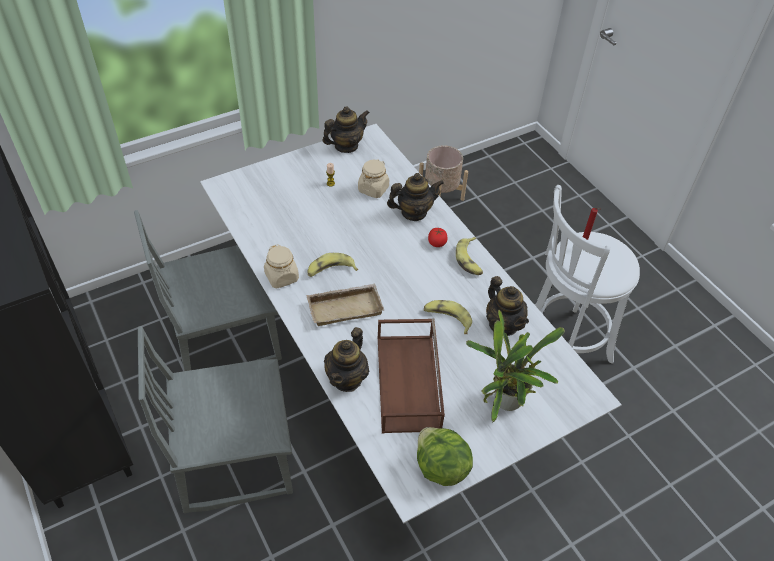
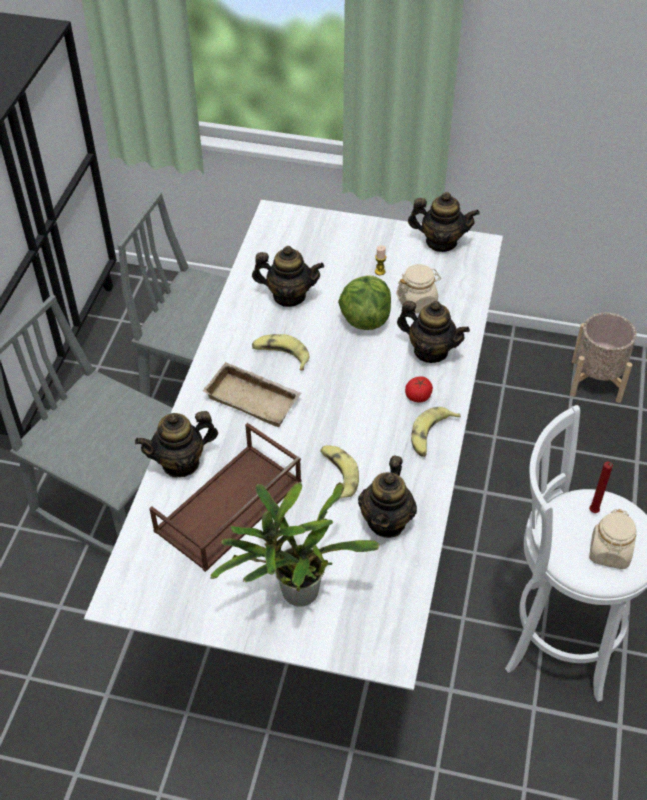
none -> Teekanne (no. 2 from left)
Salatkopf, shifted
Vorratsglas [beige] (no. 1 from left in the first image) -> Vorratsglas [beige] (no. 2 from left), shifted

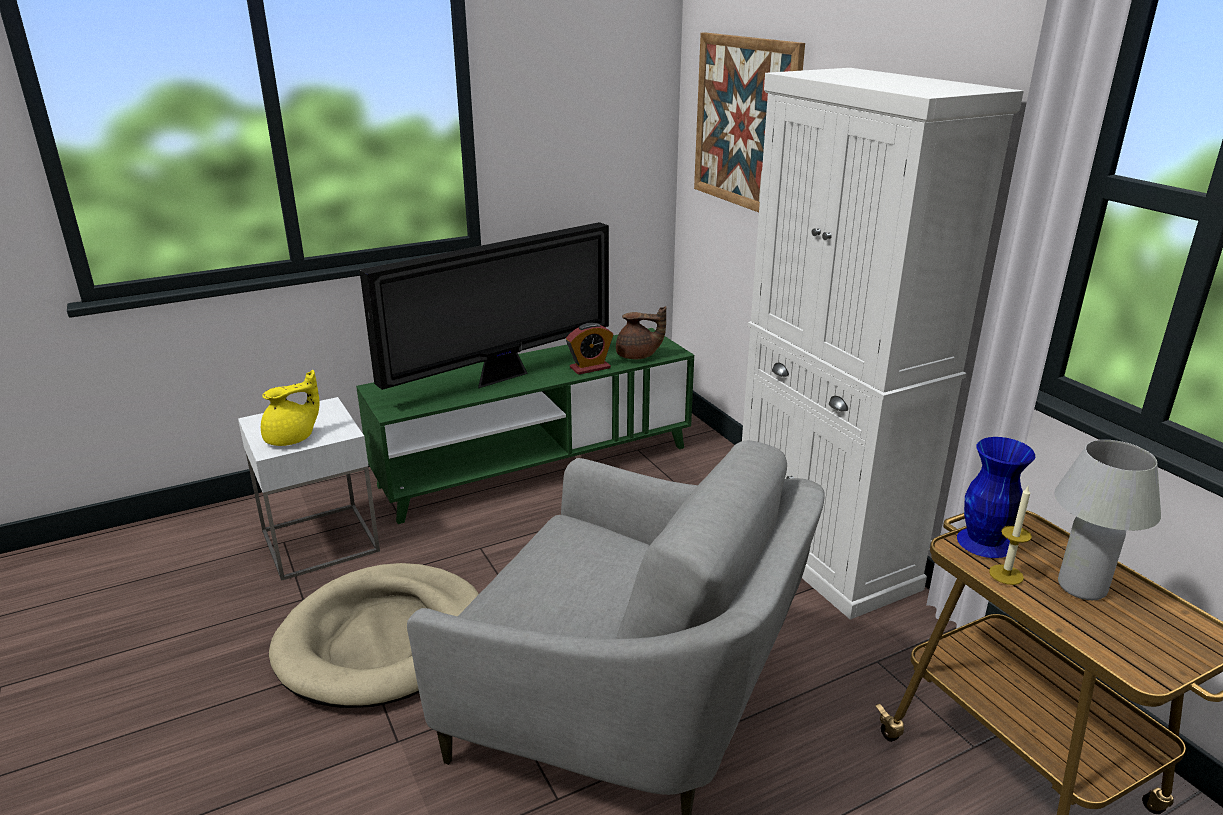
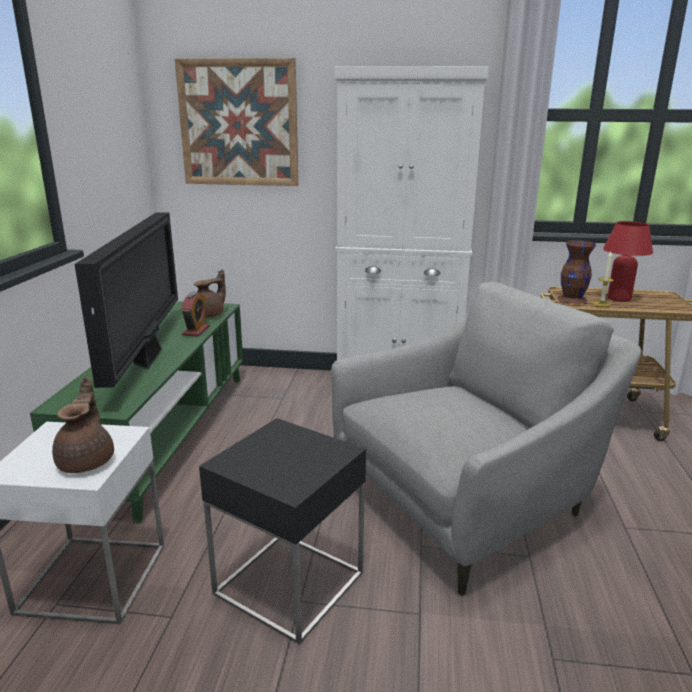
Teekanne [gelb] -> Teekanne [braun] (no. 1 from left)
Hundebett [beige] -> Beistelltisch [schwarz]
Vase [blau] -> Vase [braun]
Tischlampe [weiß] -> Tischlampe [rot]

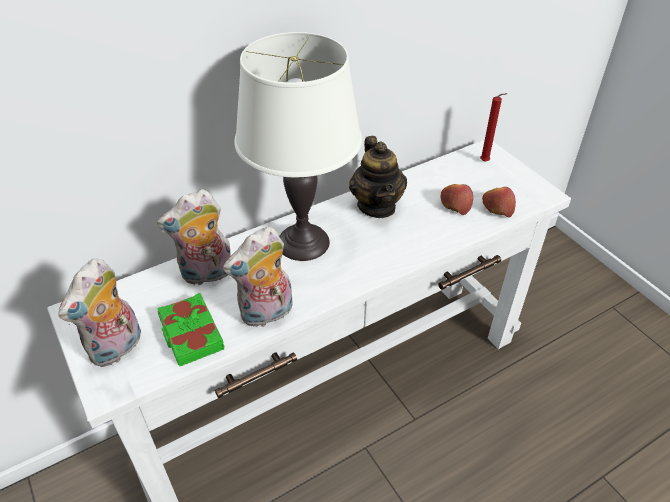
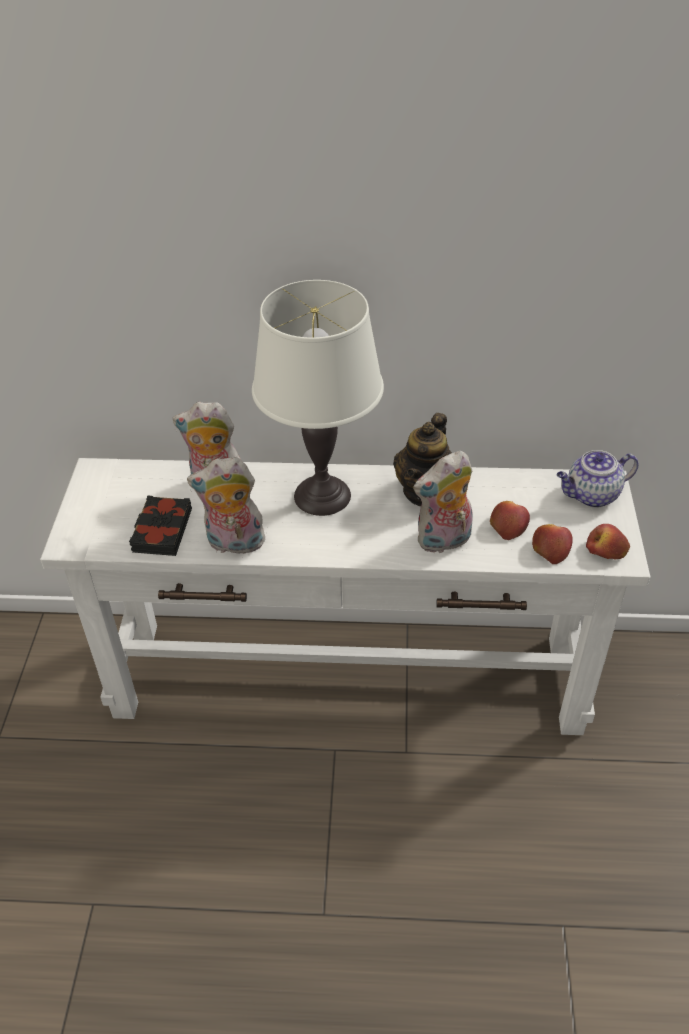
Buch [grün] -> Buch [schwarz]
Plüschtier (no. 1 from left in the first image) -> Plüschtier (no. 3 from left), shifted
Kerze [rot] -> Teekanne (no. 2 from left)
none -> Apfel (no. 3 from left)

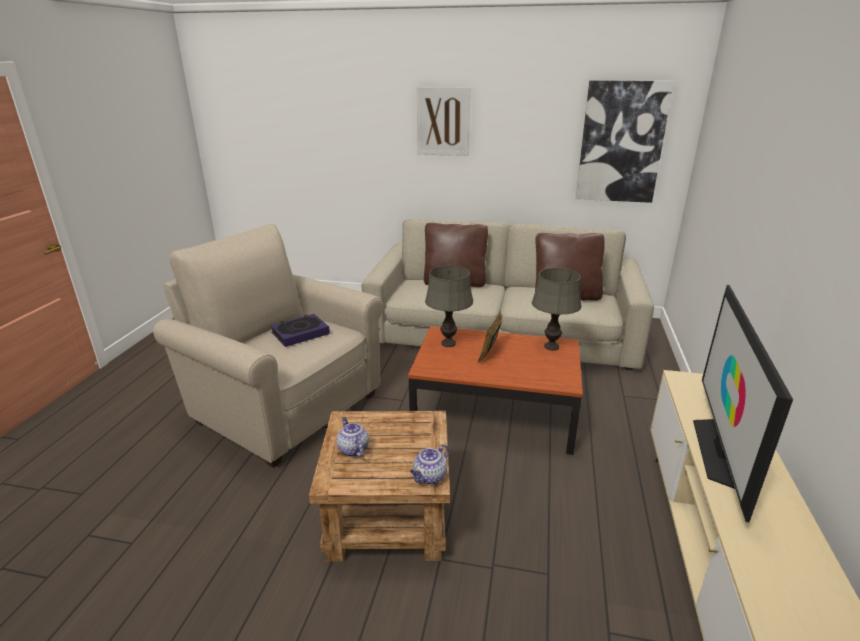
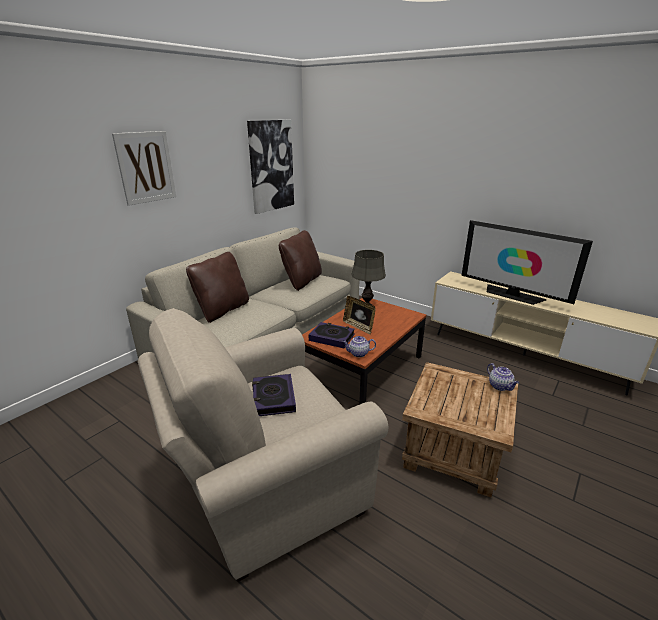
Tischlampe [grau] (no. 1 from left) -> Buch (no. 2 from left)
Teekanne (no. 1 from left), shifted

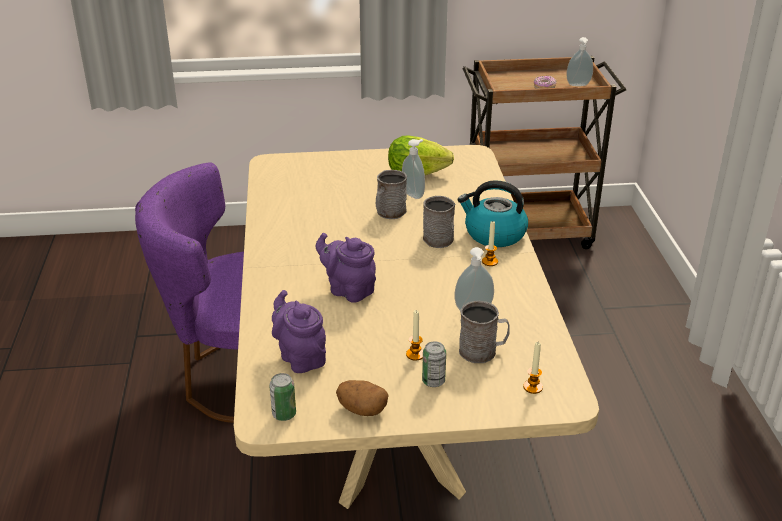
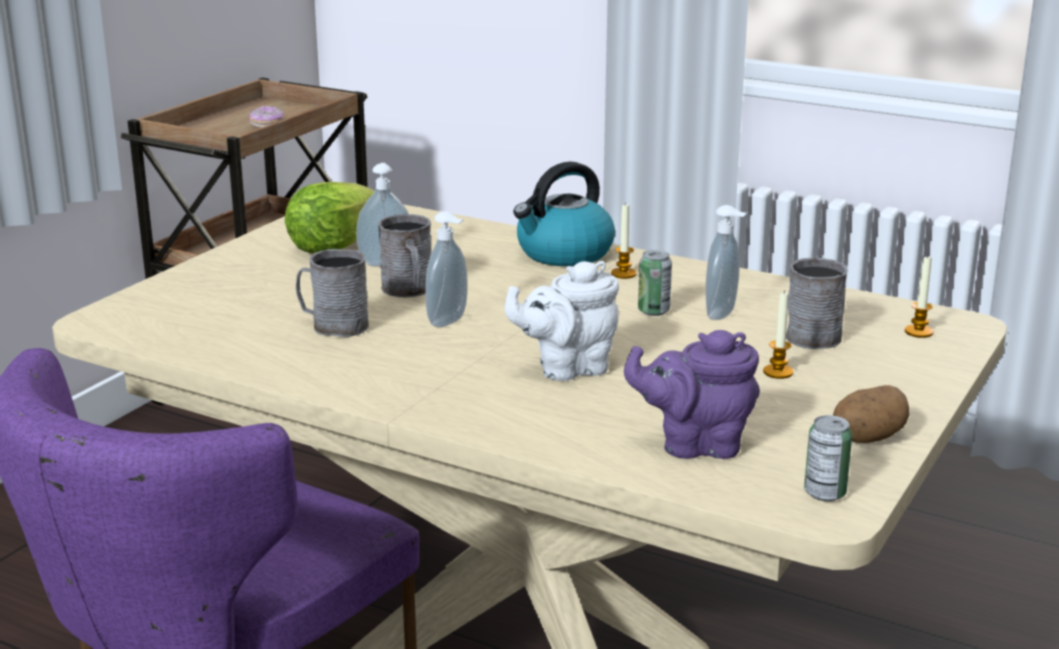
Henkelbecher [grau] (no. 2 from left in the first image) -> Henkelbecher [grau] (no. 1 from left), shifted
Seifenspender (no. 3 from left in the first image) -> Seifenspender (no. 2 from left), shifted
Teekanne [lila] (no. 2 from left) -> Teekanne [weiß]
Dose (no. 2 from left in the first image) -> Dose (no. 1 from left), shifted

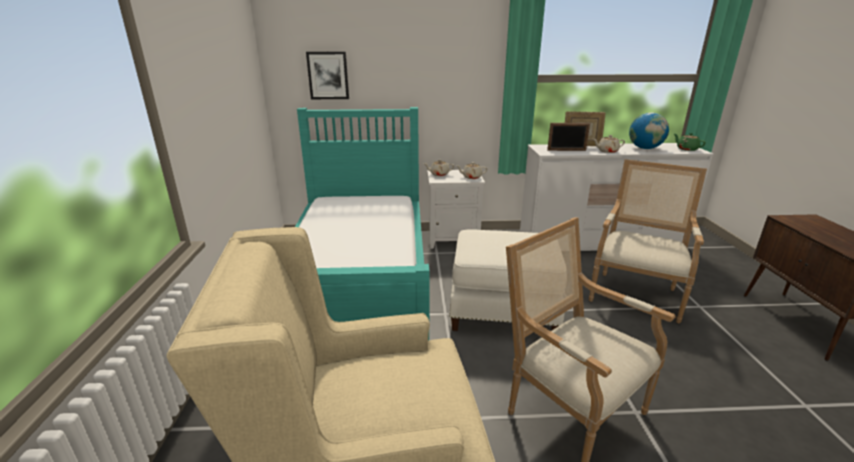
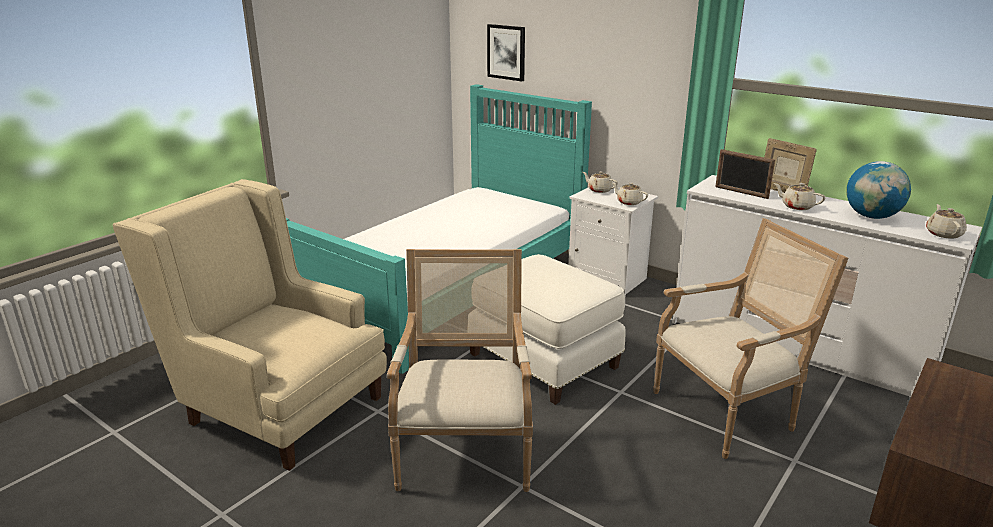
Teekanne [grün] -> Teekanne [beige] (no. 4 from left)

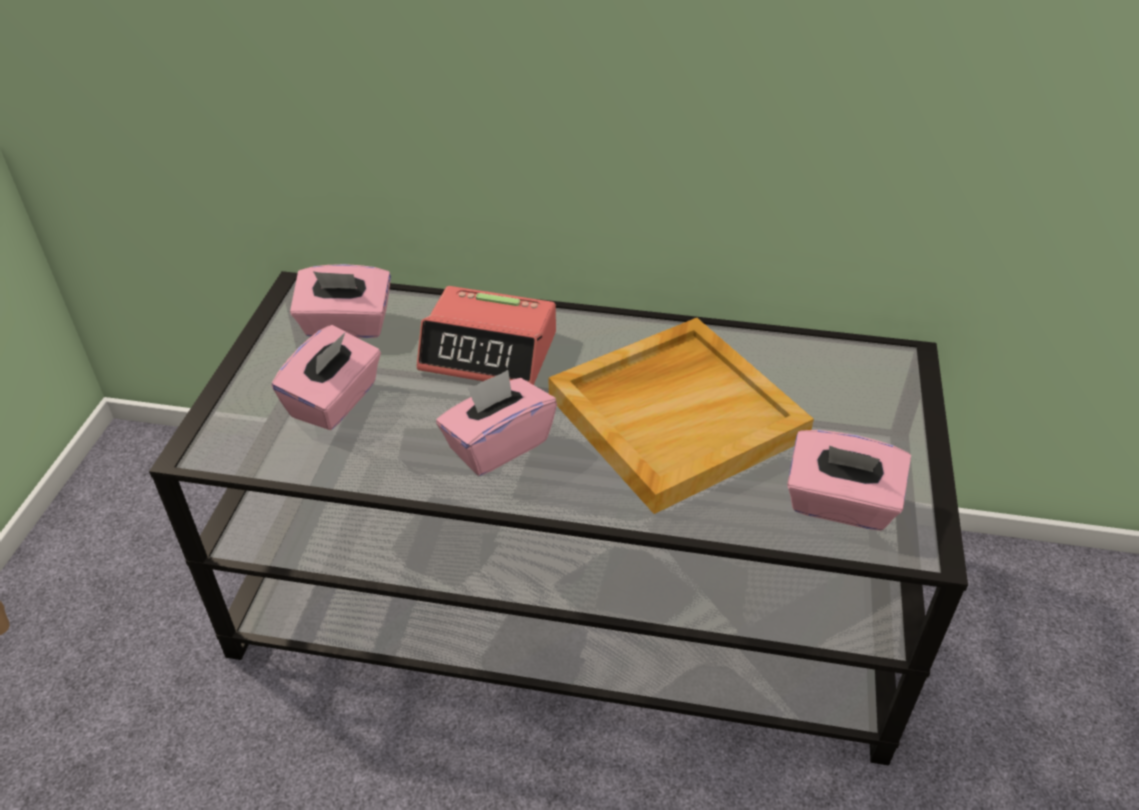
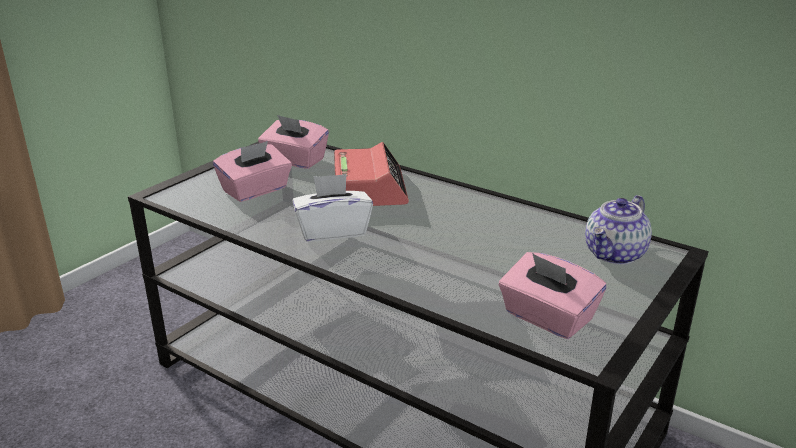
Taschentuchbox [rosa] (no. 3 from left) -> Taschentuchbox [weiß]
Wecker, 135 degrees counterclockwise
none -> Teekanne
Tablett [beige] -> none

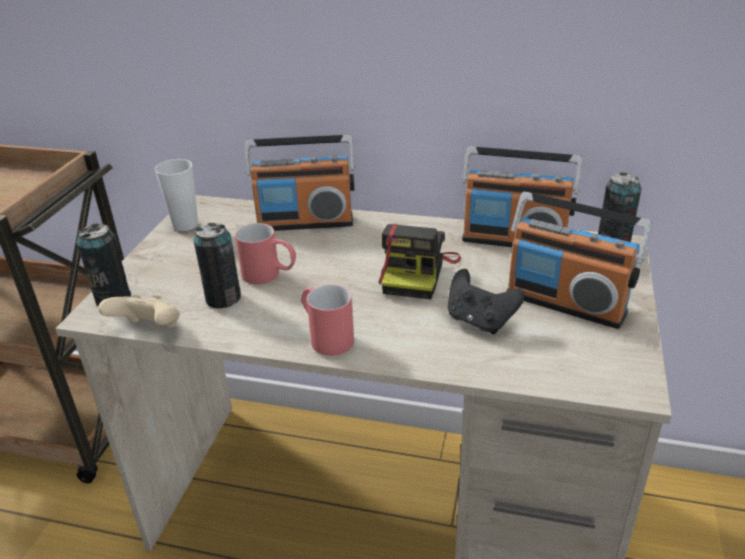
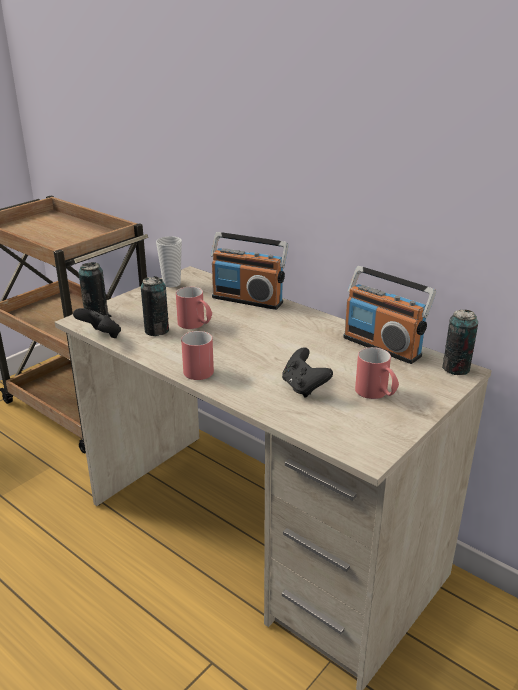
Gamepad [beige] -> Gamepad [schwarz] (no. 1 from left)
Radio (no. 3 from left) -> Henkelbecher [rot] (no. 3 from left)
Kamera -> none

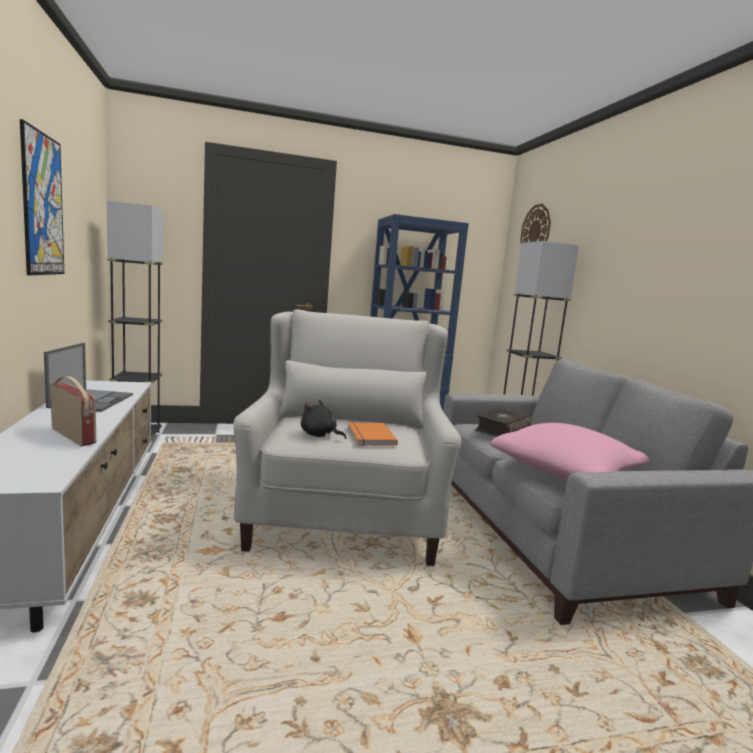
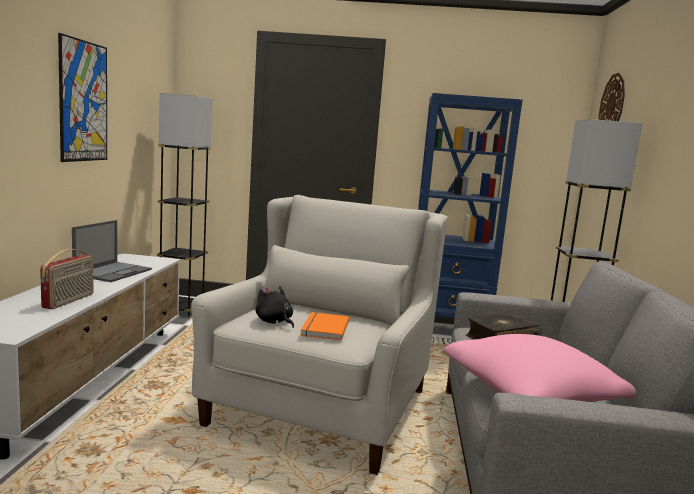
Radio, 45 degrees clockwise

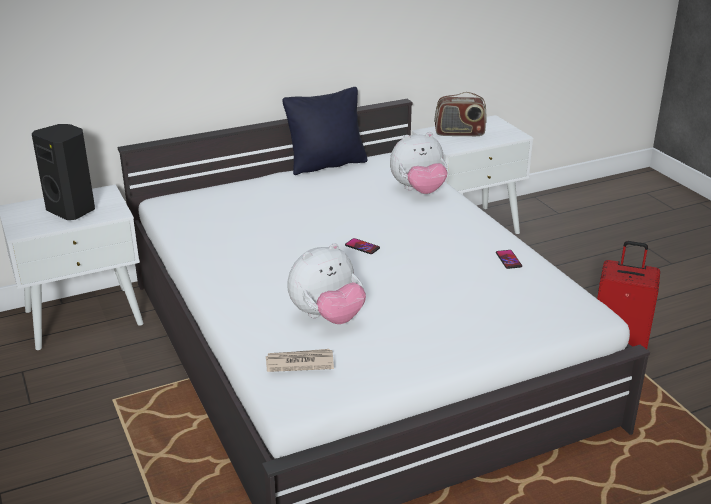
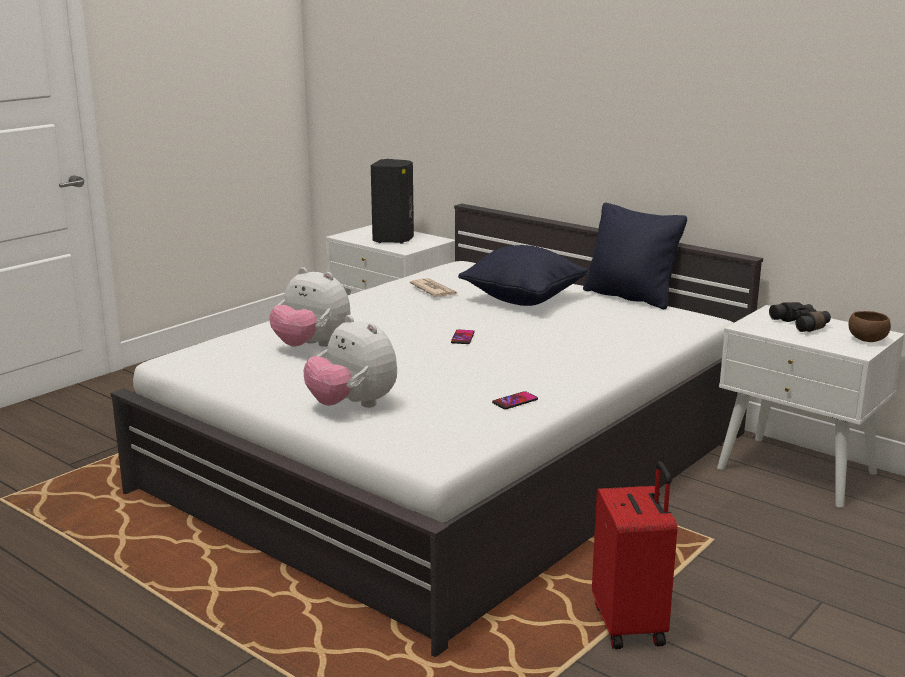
Plüschtier (no. 2 from left), shifted
Zeitung, shifted
none -> Kissen [schwarz] (no. 1 from left)
Radio -> Fernglas [schwarz]
none -> Schüssel [braun]

